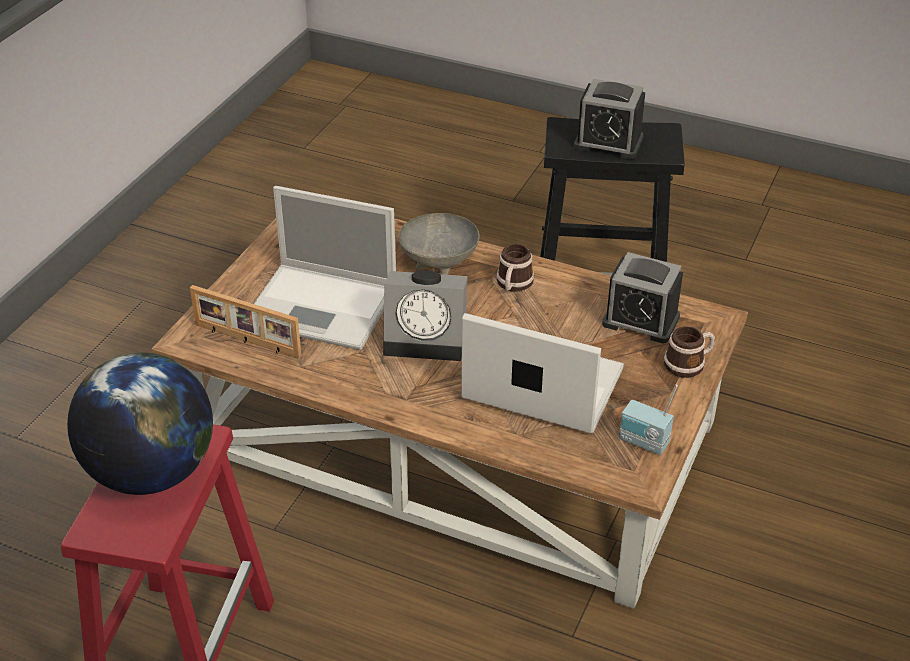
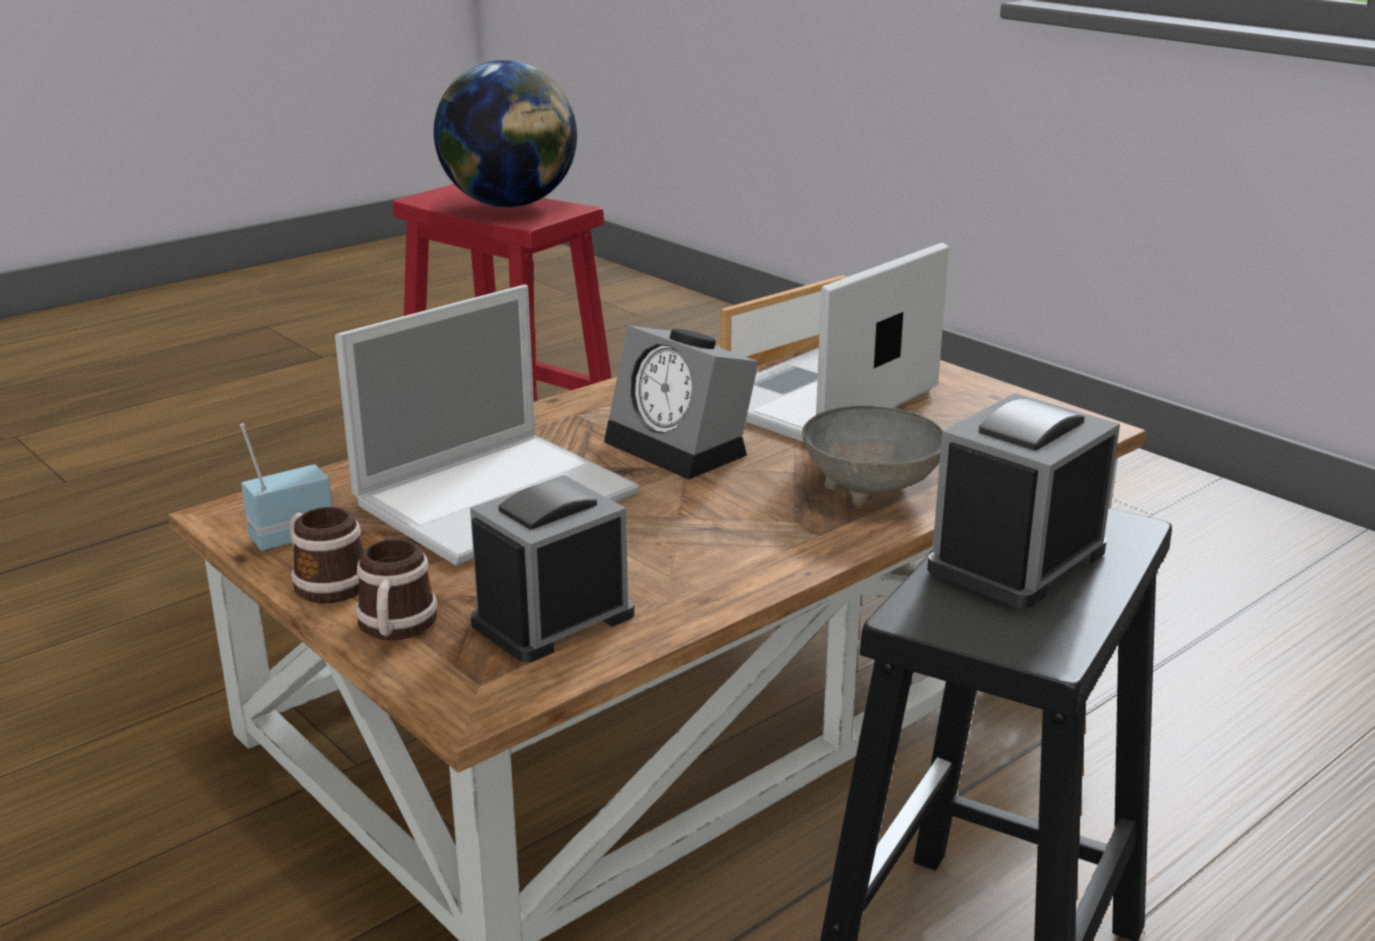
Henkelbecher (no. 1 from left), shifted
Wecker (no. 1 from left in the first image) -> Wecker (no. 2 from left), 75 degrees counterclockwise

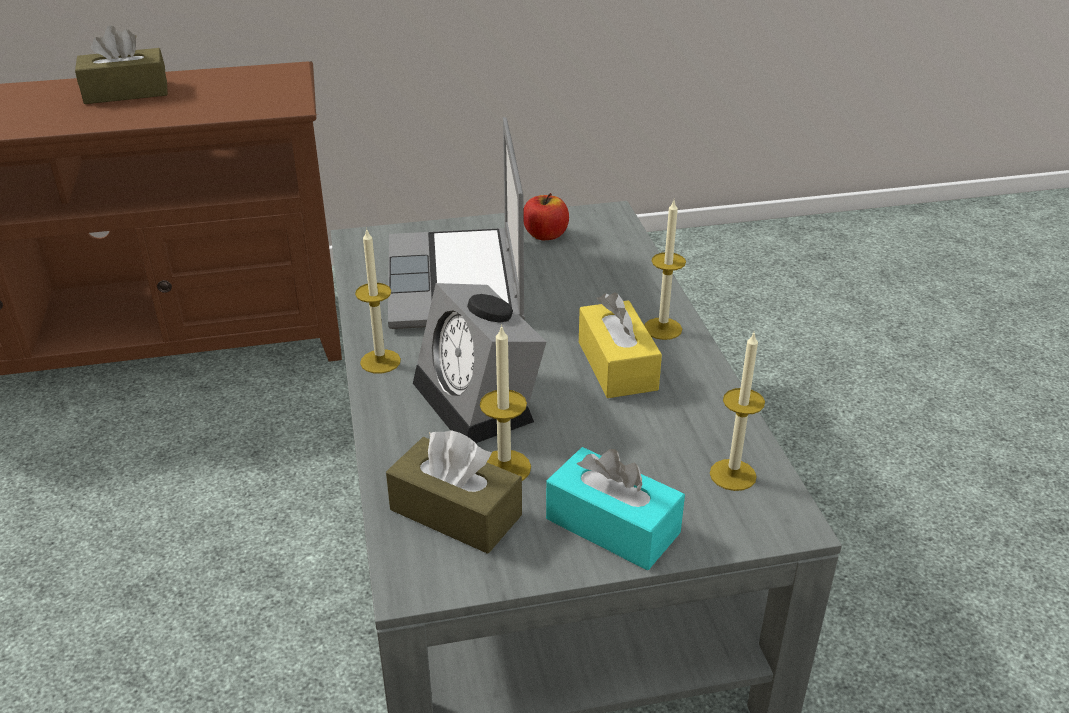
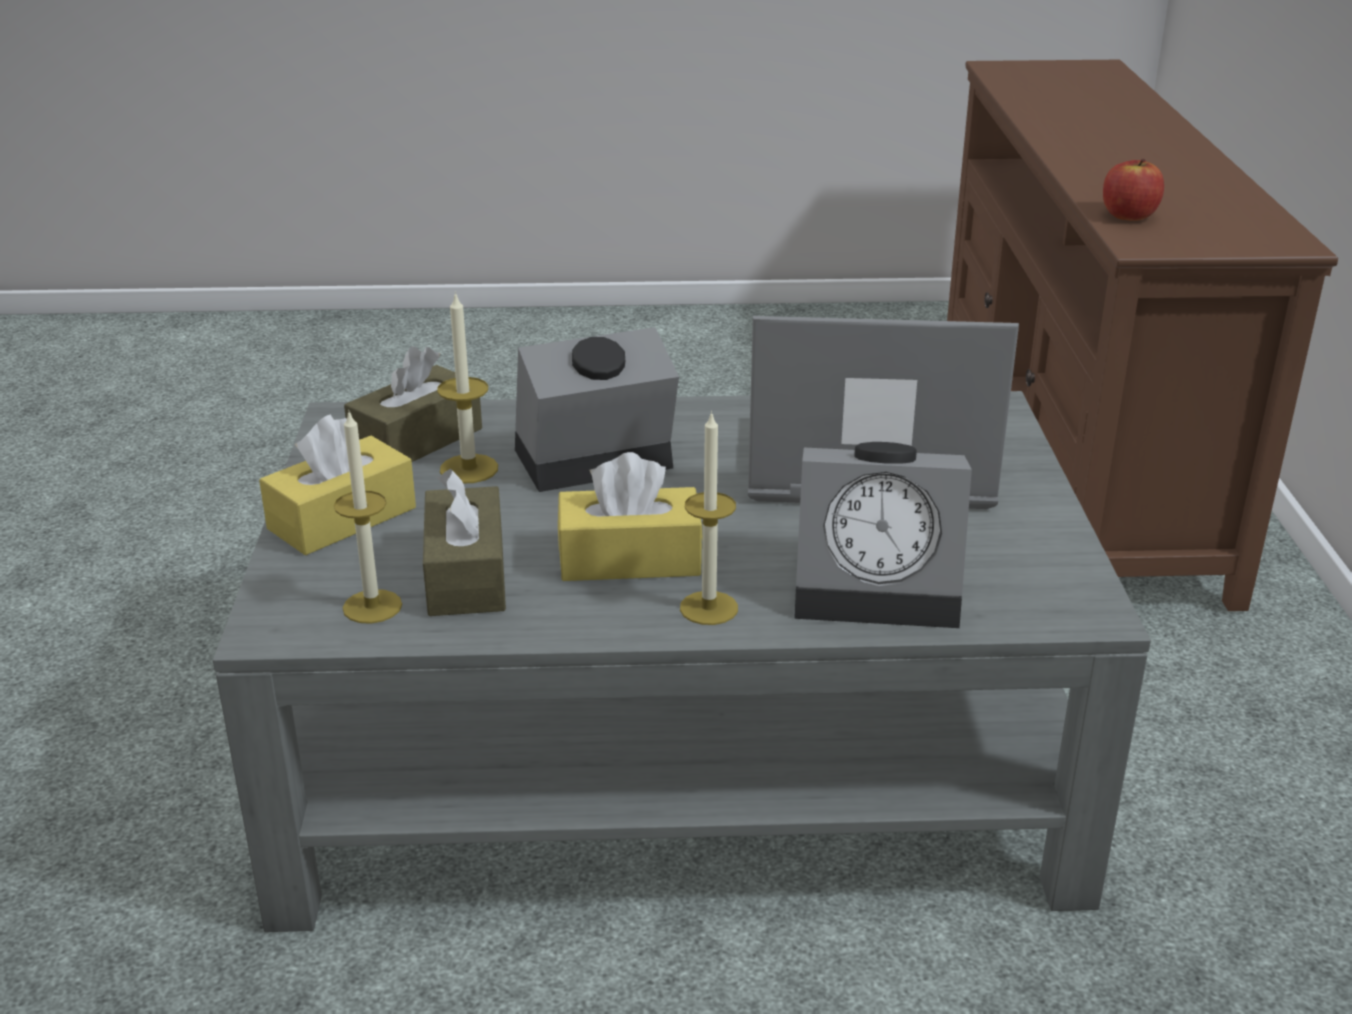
Taschentuchbox [türkis] -> Taschentuchbox [gelb] (no. 1 from left)
Taschentuchbox [braun] (no. 1 from left in the first image) -> Taschentuchbox [braun] (no. 2 from left), shifted
none -> Wecker (no. 2 from left)
Apfel, shifted
Kerze (no. 1 from left) -> none

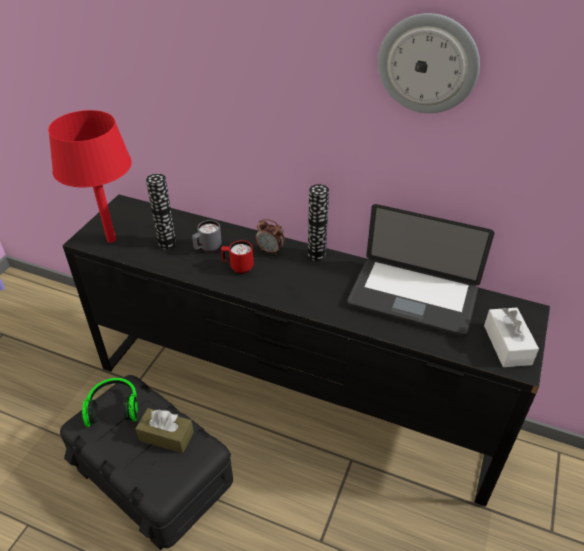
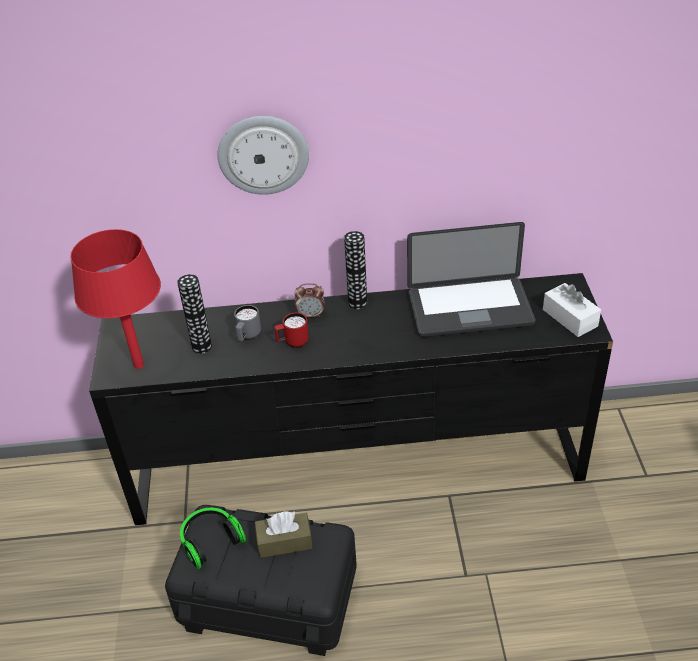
Wanduhr, shifted

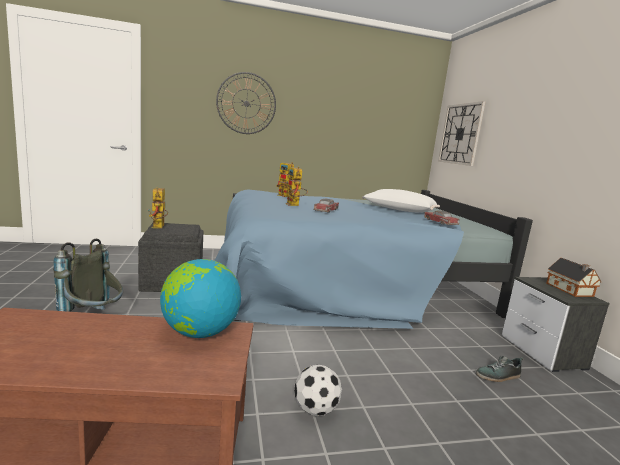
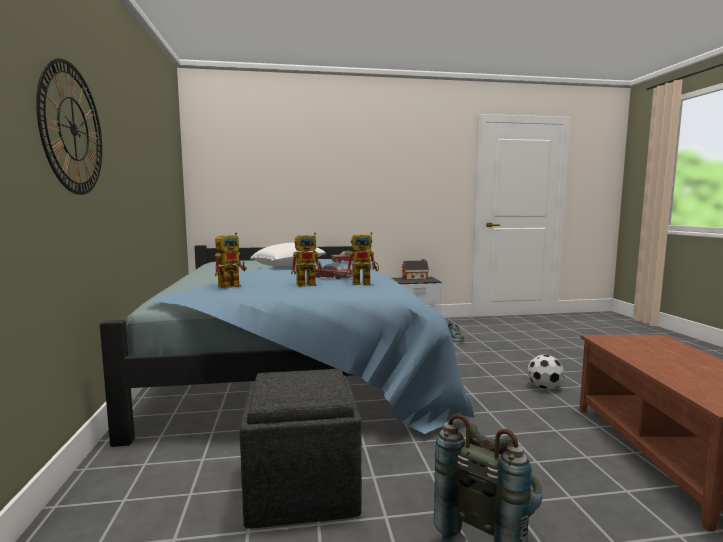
Spielzeugroboter (no. 1 from left in the first image) -> Spielzeugroboter (no. 3 from left), shifted
Globus -> none
Wanduhr (no. 2 from left) -> none

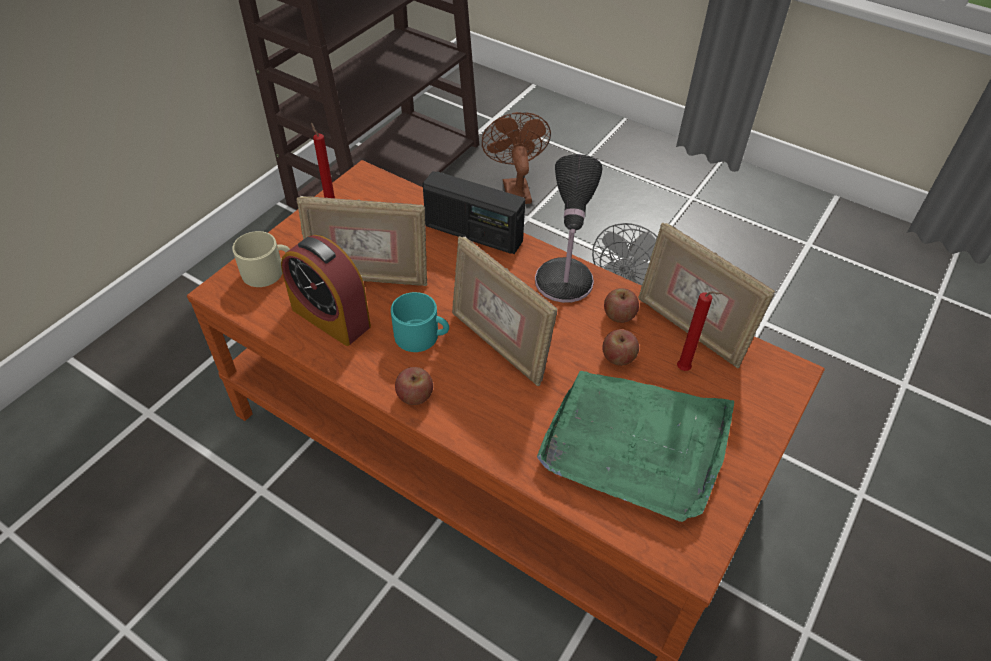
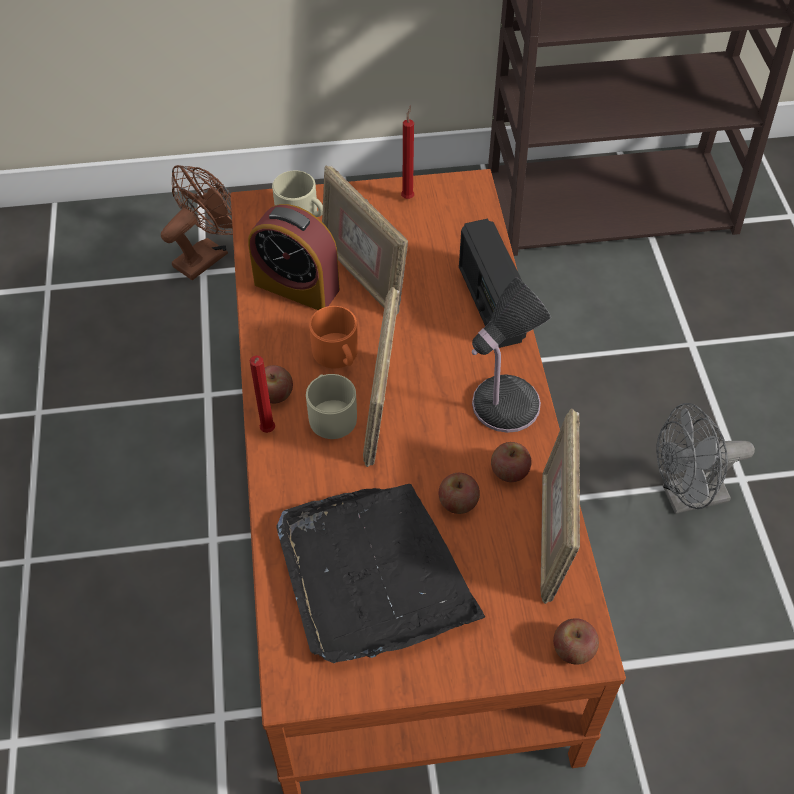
Ventilator [braun], shifted
Wecker, 60 degrees counterclockwise
Kerze [rot] (no. 2 from left in the first image) -> Kerze [rot] (no. 1 from left), shifted
Tablett [grün] -> Tablett [schwarz]
none -> Henkelbecher [beige] (no. 2 from left)
Henkelbecher [türkis] -> Henkelbecher [orange]
none -> Apfel (no. 4 from left)

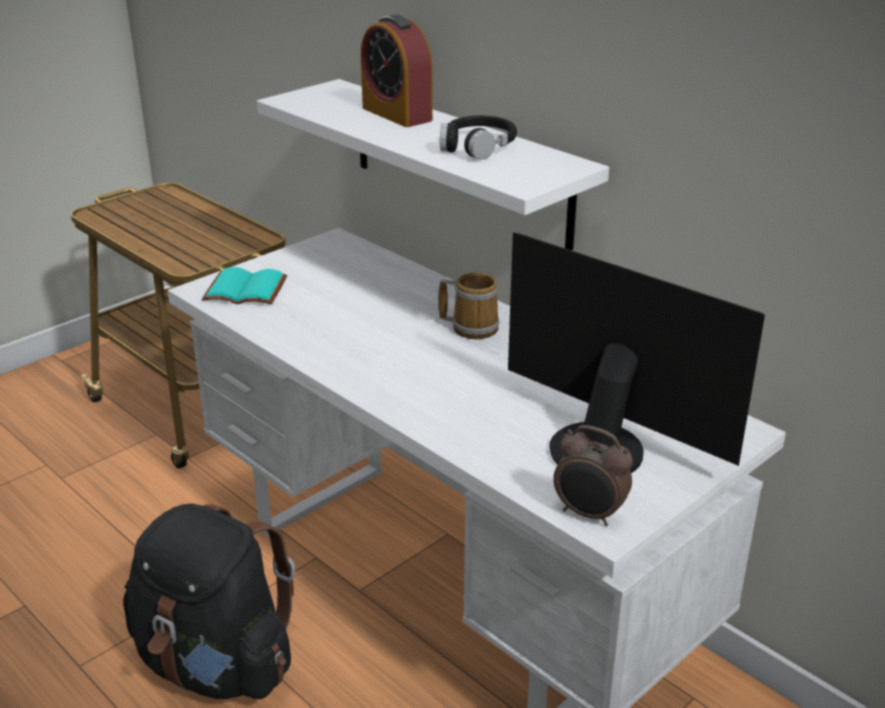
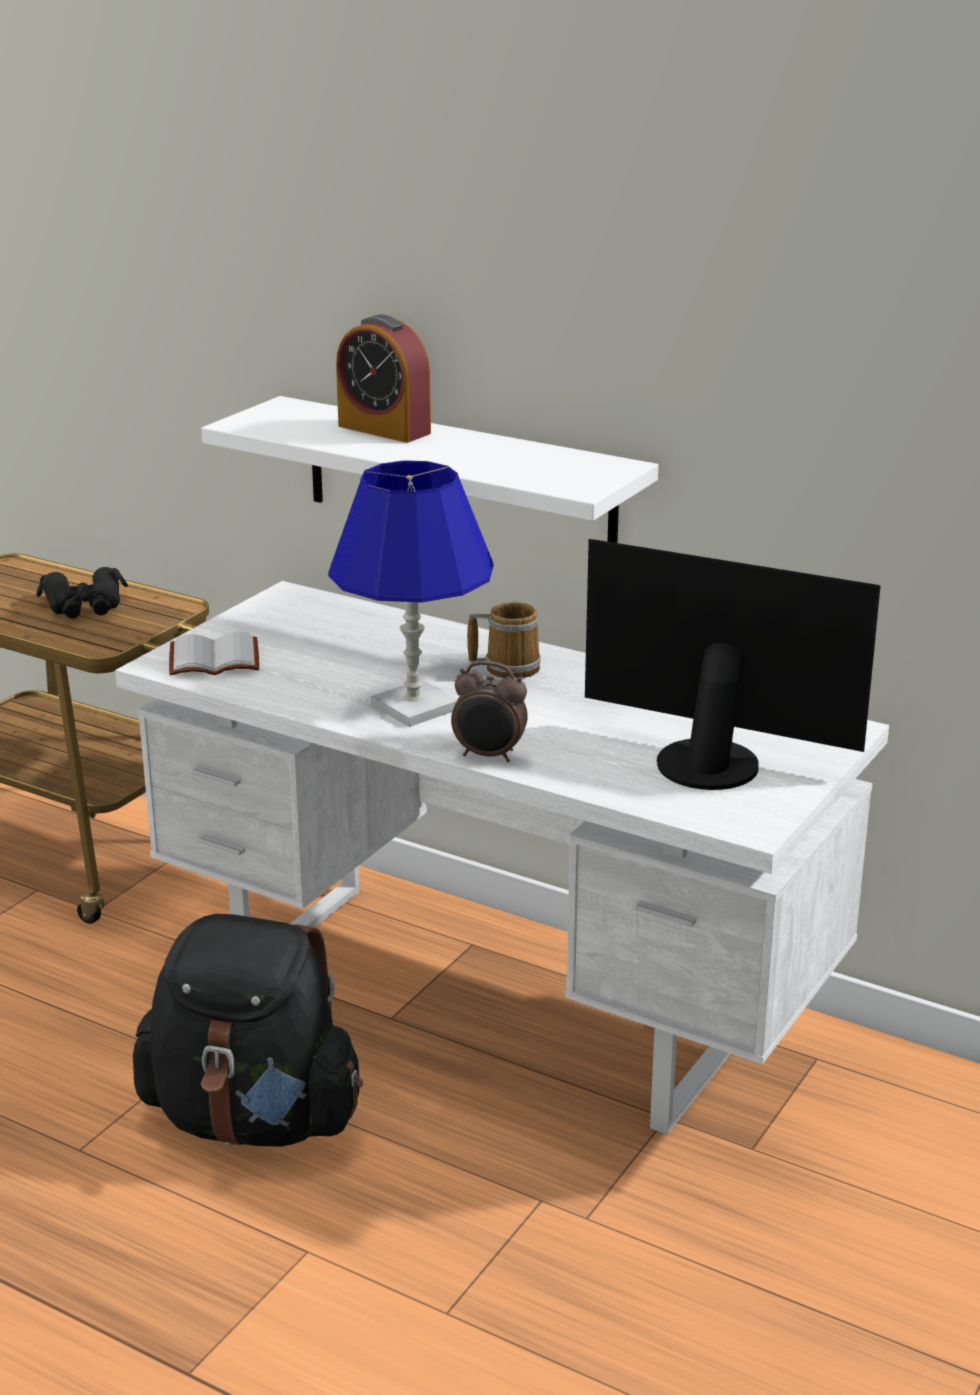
none -> Fernglas [schwarz]
Buch [türkis] -> Buch [weiß]
none -> Tischlampe [blau]
Wecker (no. 2 from left), shifted
Kopfhörer [schwarz] -> none

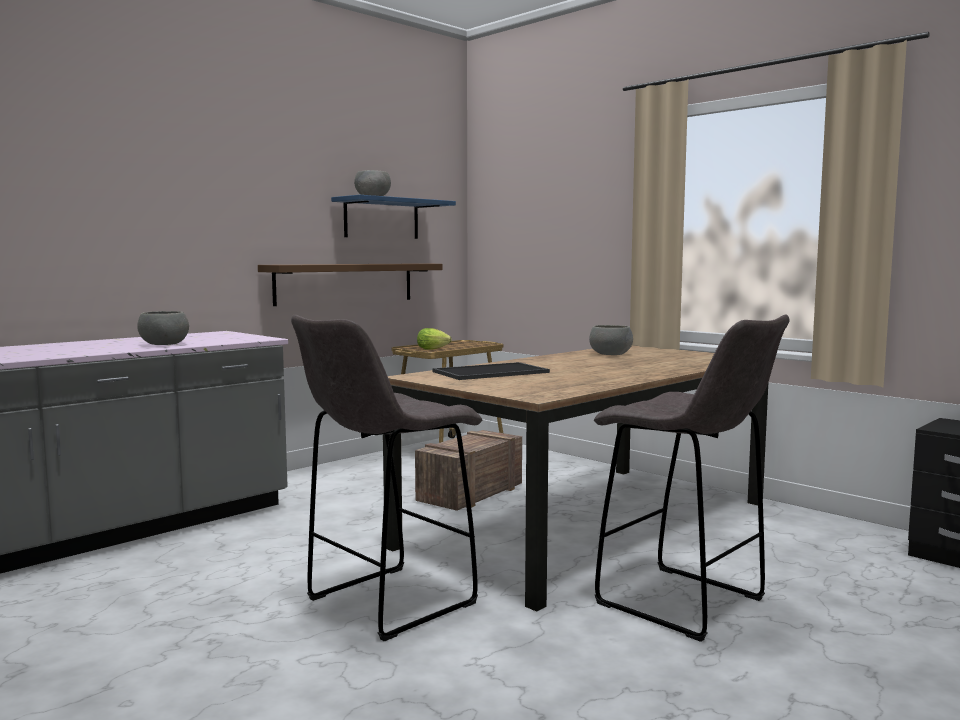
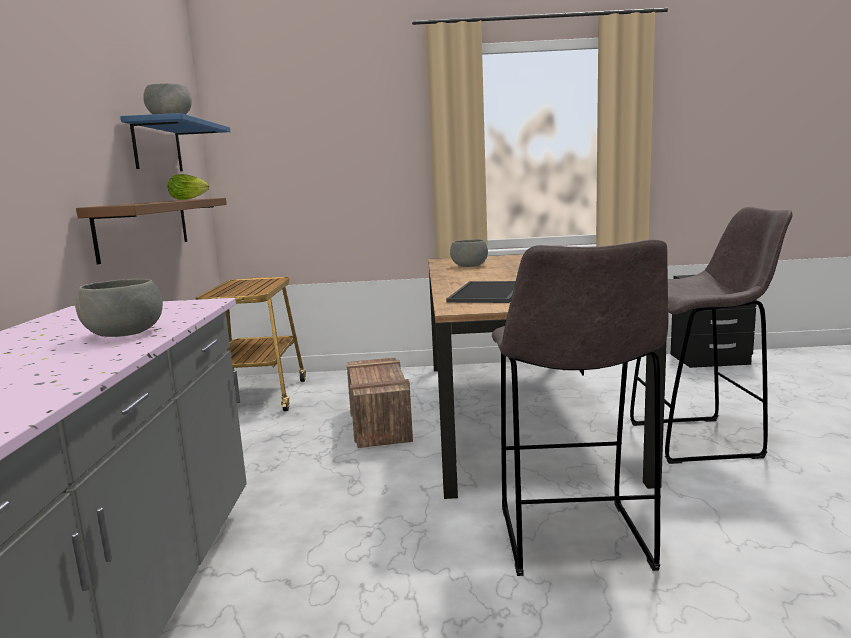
Salatkopf, shifted

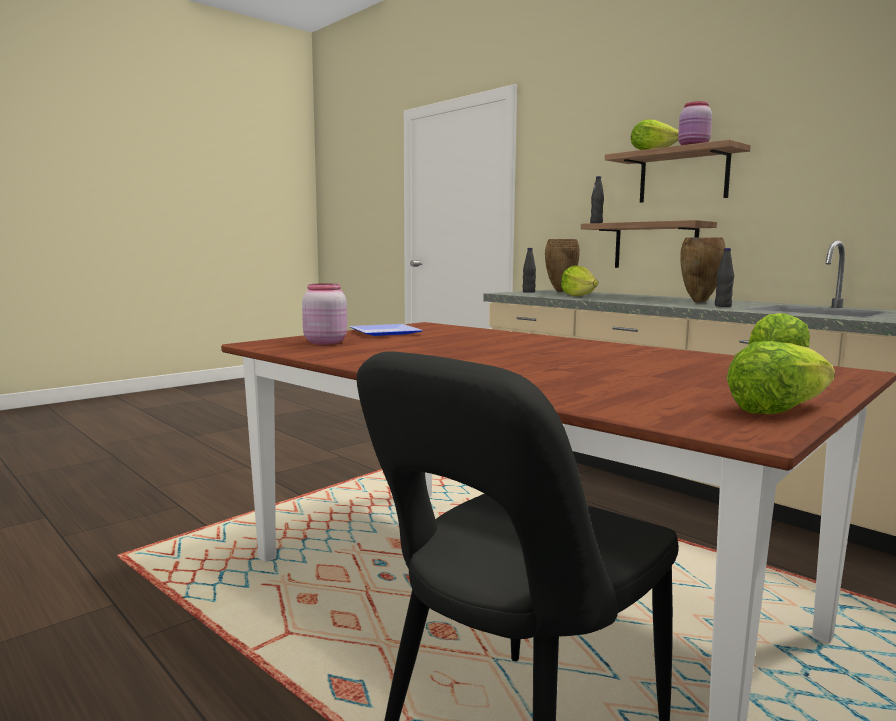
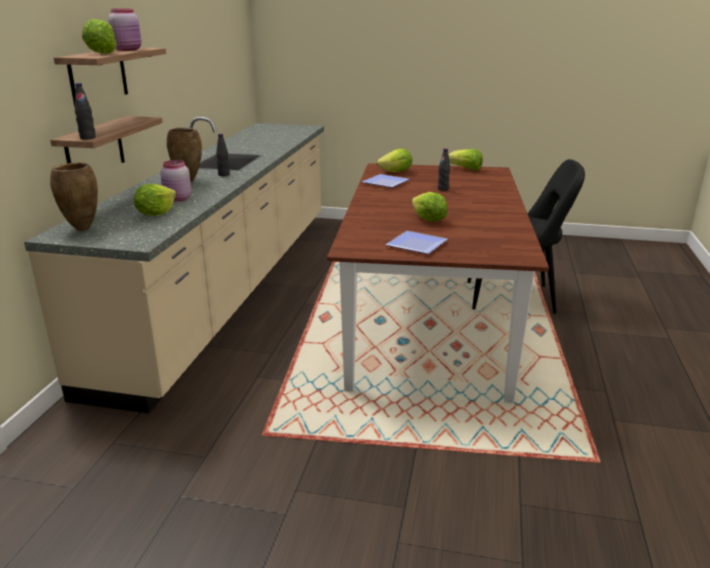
Vorratsglas [rosa] (no. 1 from left in the first image) -> Vorratsglas [rosa] (no. 2 from left), shifted
none -> Teller (no. 1 from left)
none -> Salatkopf (no. 4 from left)
Flasche [schwarz] (no. 1 from left in the first image) -> Flasche [schwarz] (no. 3 from left), shifted

